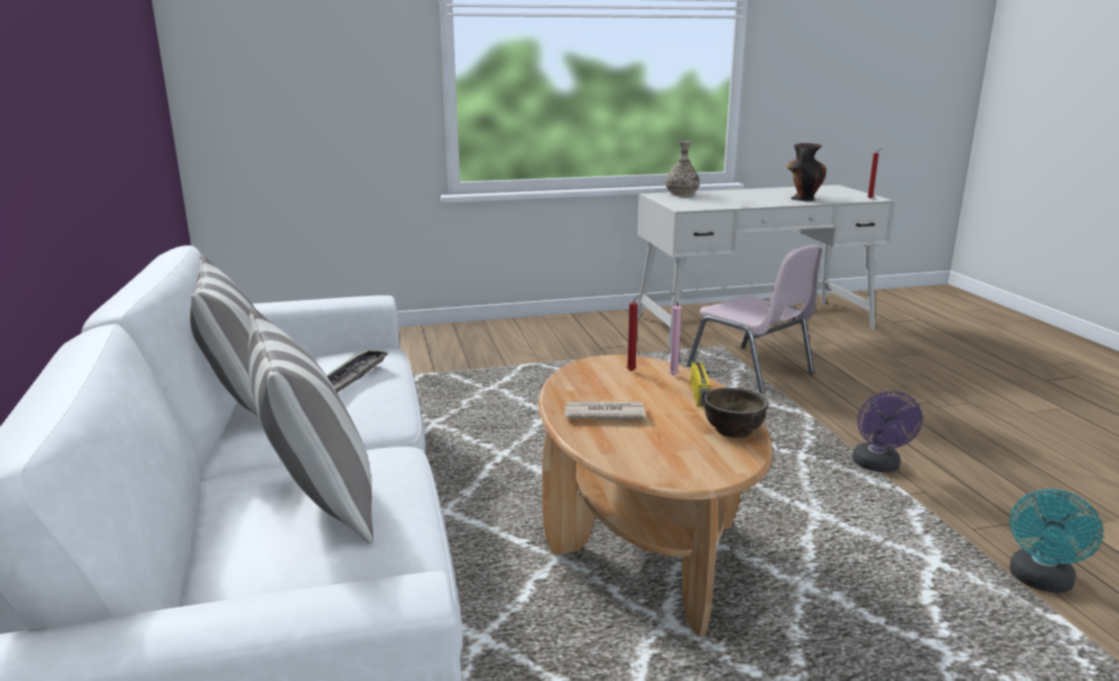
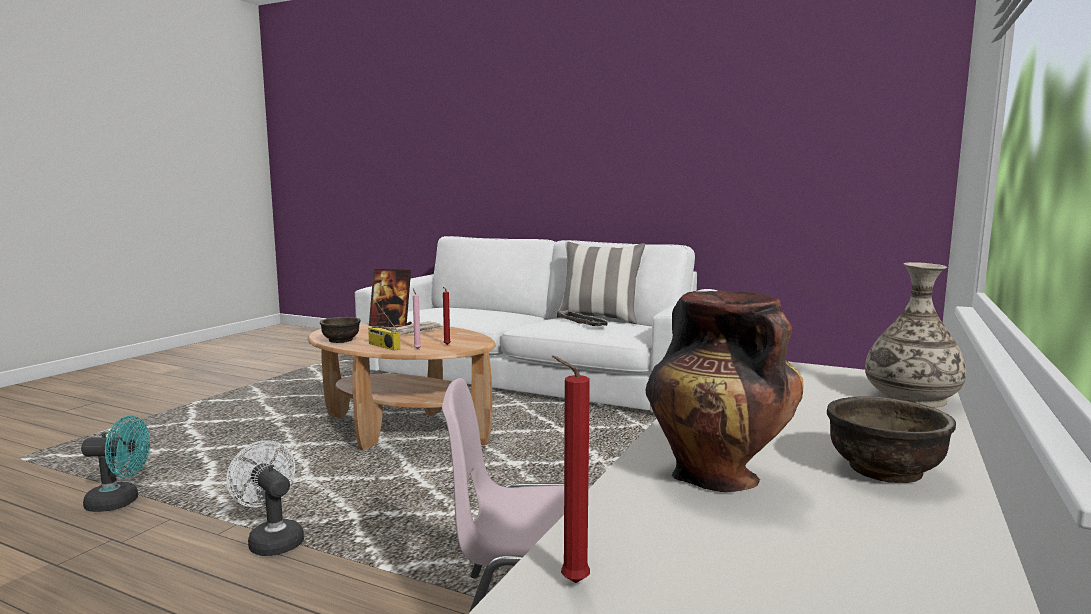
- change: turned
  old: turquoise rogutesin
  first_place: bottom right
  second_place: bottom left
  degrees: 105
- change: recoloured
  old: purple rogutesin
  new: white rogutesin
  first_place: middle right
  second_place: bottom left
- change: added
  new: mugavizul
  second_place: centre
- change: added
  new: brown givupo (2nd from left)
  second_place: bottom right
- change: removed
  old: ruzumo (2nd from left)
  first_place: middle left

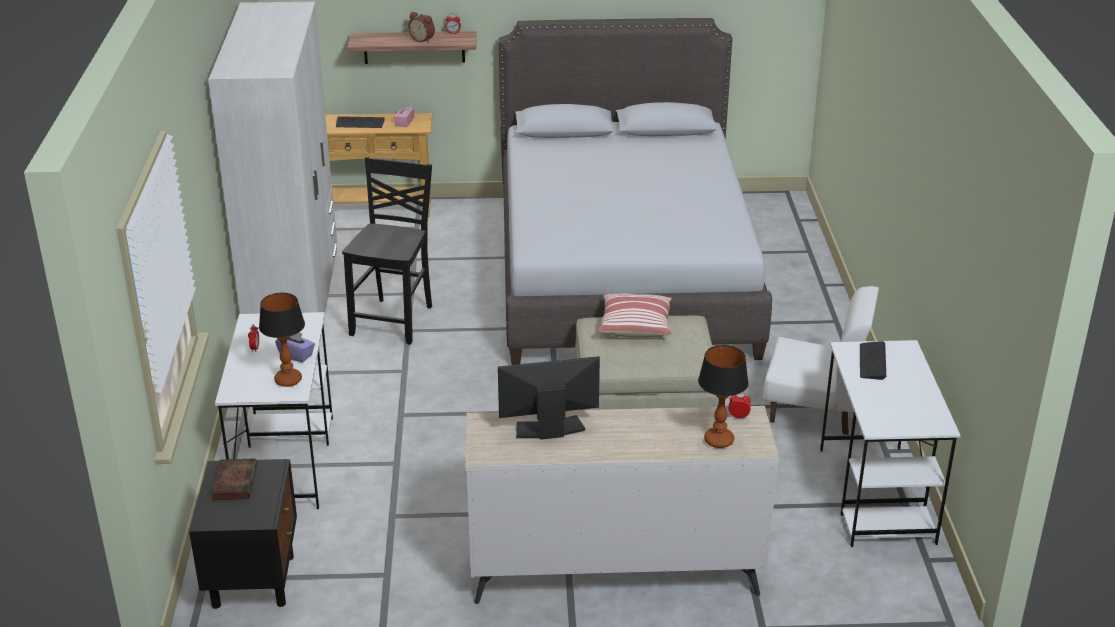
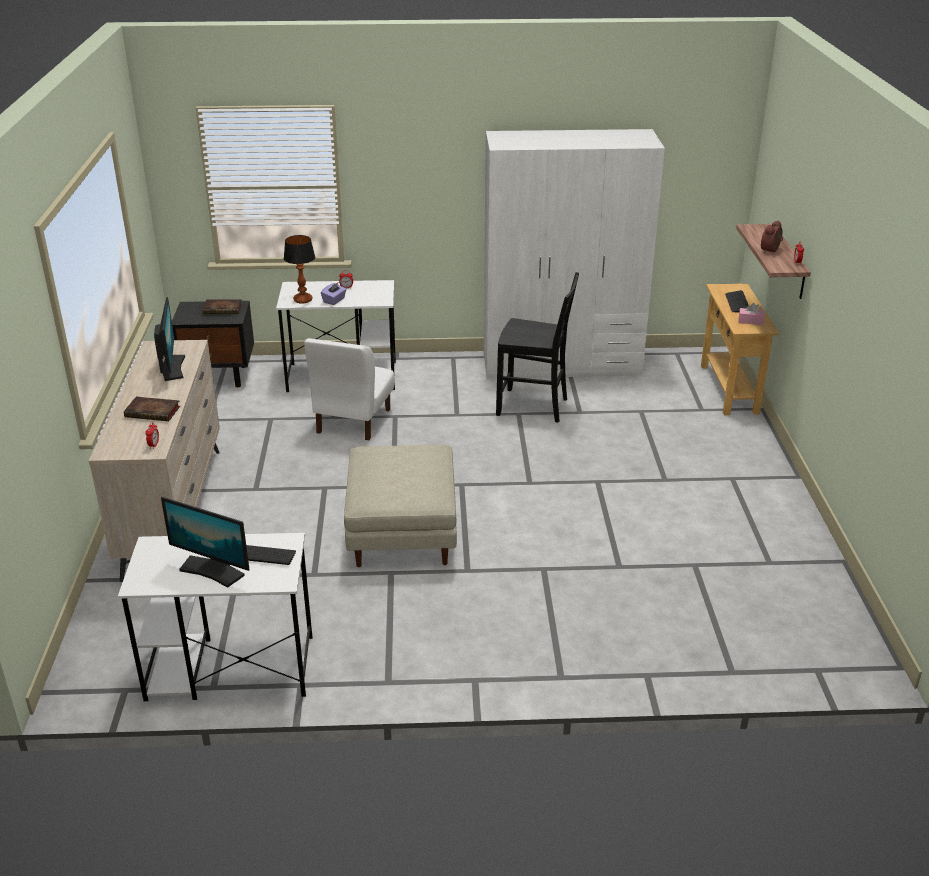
- change: added
  new: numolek (1st from left)
  second_place: middle left
- change: added
  new: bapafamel (2nd from left)
  second_place: middle left
- change: moved
  old: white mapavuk
  first_place: middle right
  second_place: centre
- change: removed
  old: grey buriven
  first_place: top centre
- change: removed
  old: ruzumo
  first_place: centre
- change: removed
  old: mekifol (2nd from left)
  first_place: centre

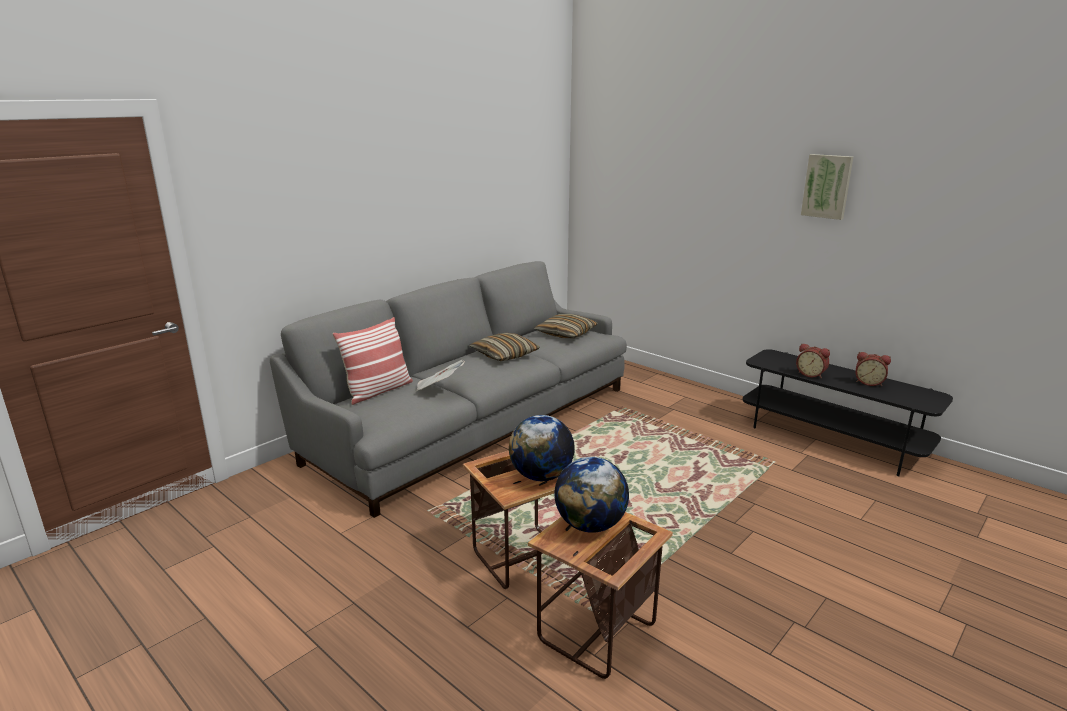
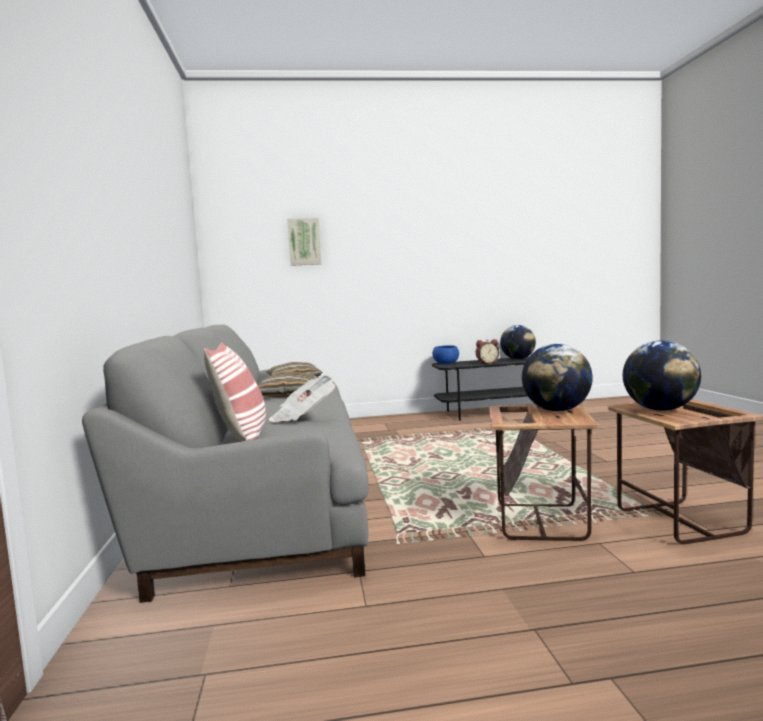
- change: moved
  old: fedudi
  first_place: top right
  second_place: centre
- change: added
  new: blue givupo
  second_place: centre
- change: replaced
  old: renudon (2nd from left)
  new: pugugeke (1st from left)
  first_place: middle right
  second_place: middle right

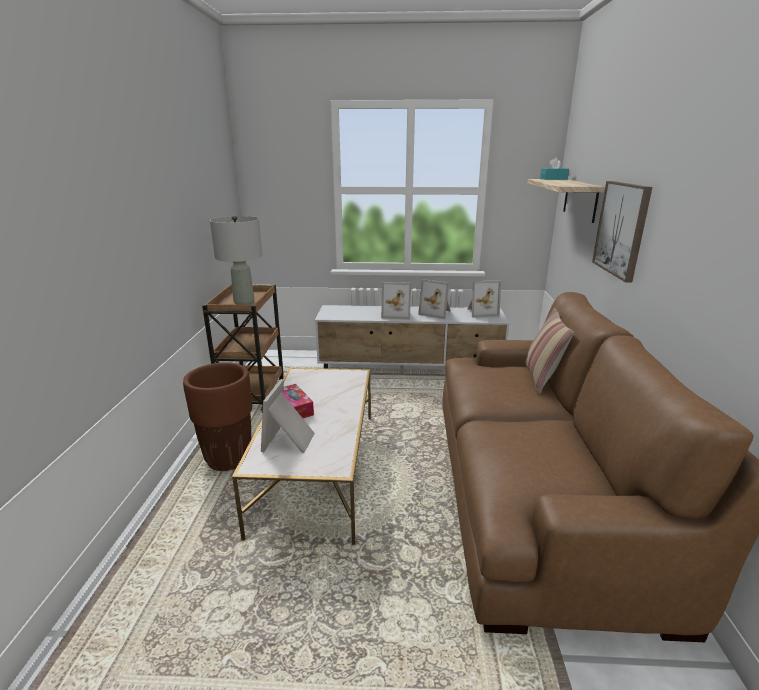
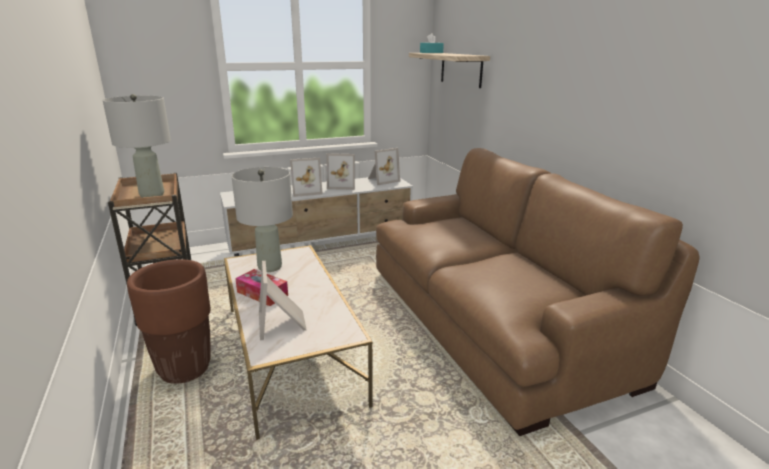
- change: added
  new: grey mekifol (2nd from left)
  second_place: centre
- change: removed
  old: ruzumo
  first_place: middle right
- change: removed
  old: fedudi
  first_place: middle right

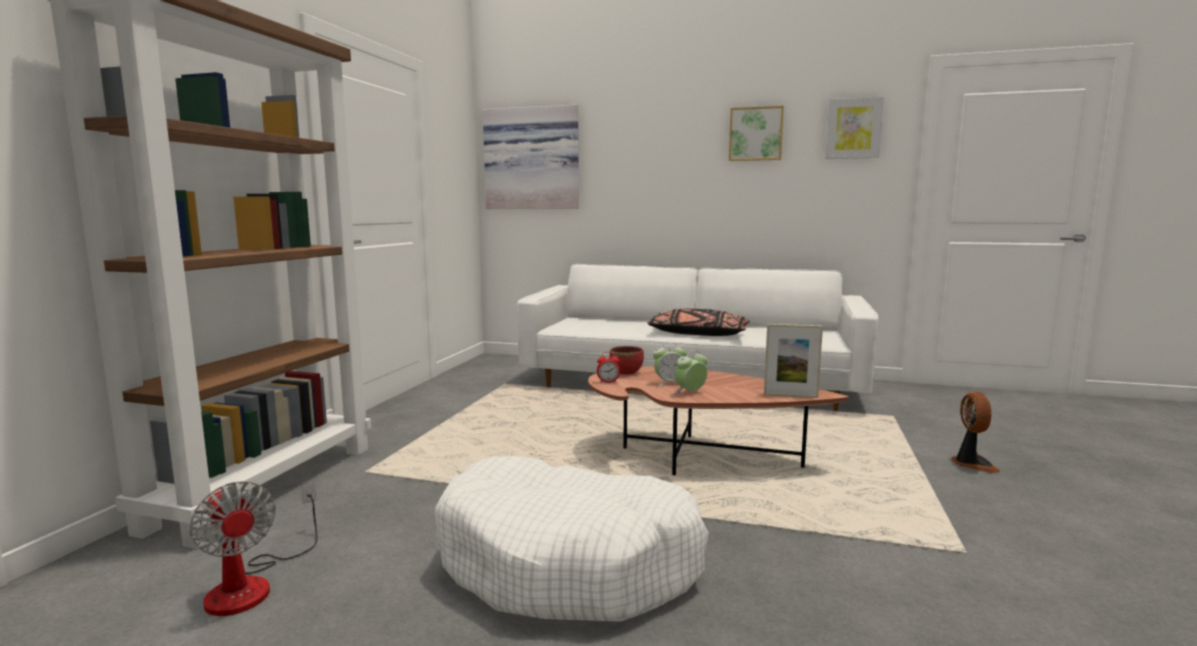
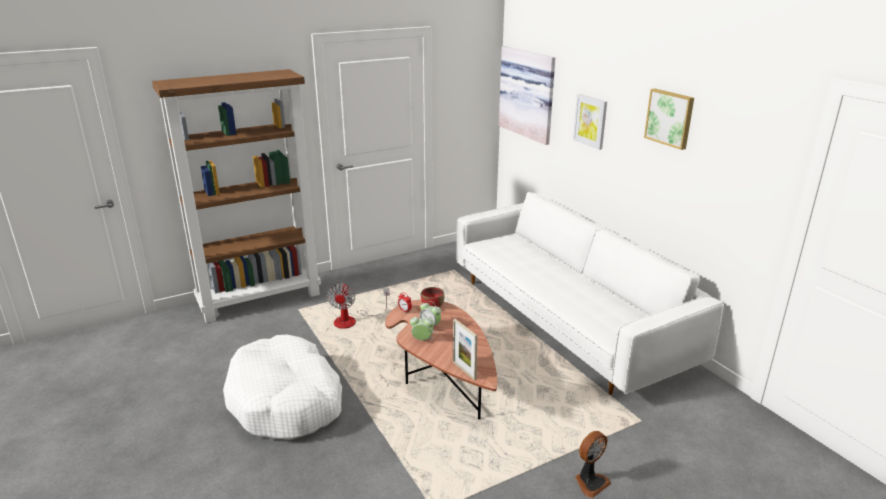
- change: moved
  old: rogutesin (1st from left)
  first_place: bottom left
  second_place: centre
- change: moved
  old: fedudi (3rd from left in the first image)
  new: fedudi (2nd from left)
  first_place: top right
  second_place: top centre
- change: removed
  old: black ruzumo
  first_place: centre

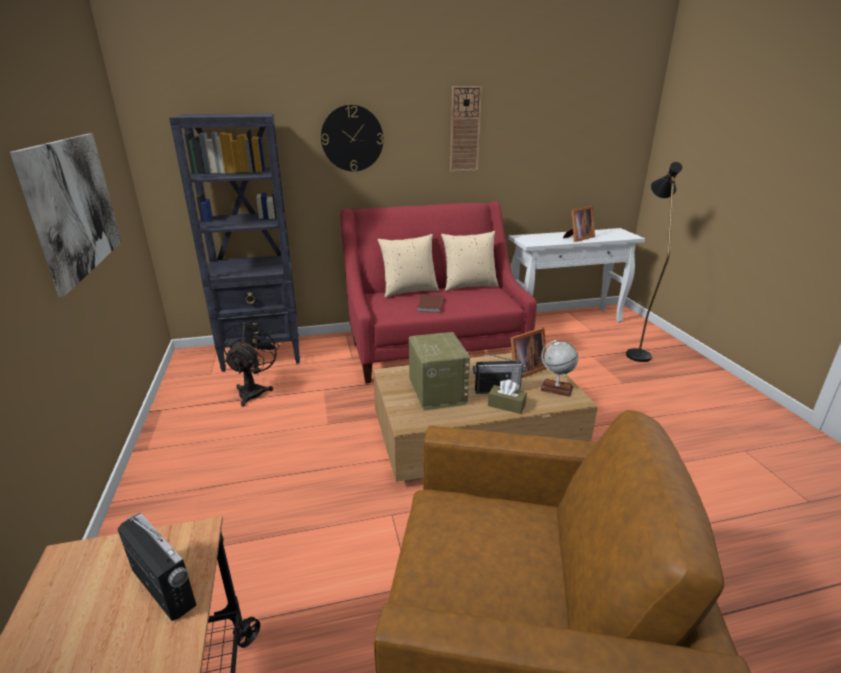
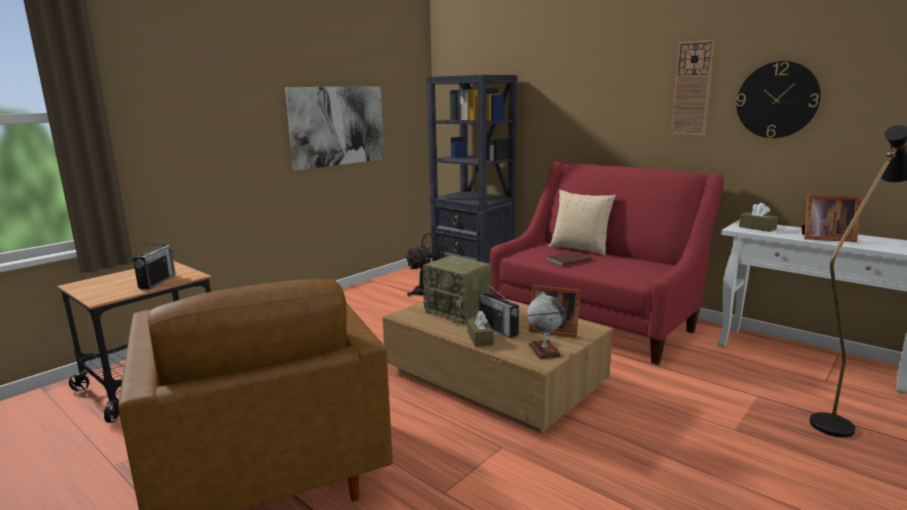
- change: turned
  old: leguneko (2nd from left)
  first_place: centre
  second_place: centre
  degrees: 90
- change: moved
  old: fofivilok (1st from left in the first image)
  new: fofivilok (2nd from left)
  first_place: top centre
  second_place: top right
- change: added
  new: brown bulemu (2nd from left)
  second_place: middle right
- change: removed
  old: beige ruzumo (2nd from left)
  first_place: centre

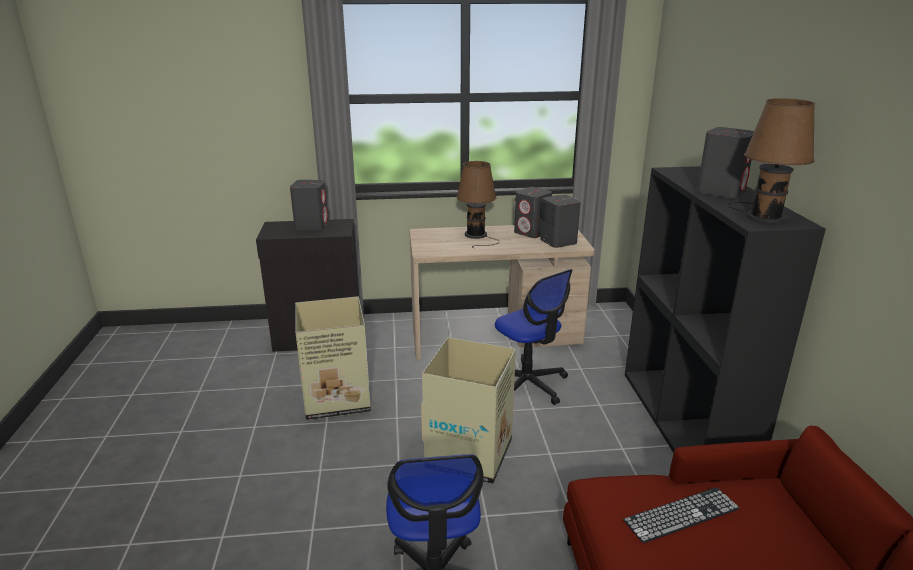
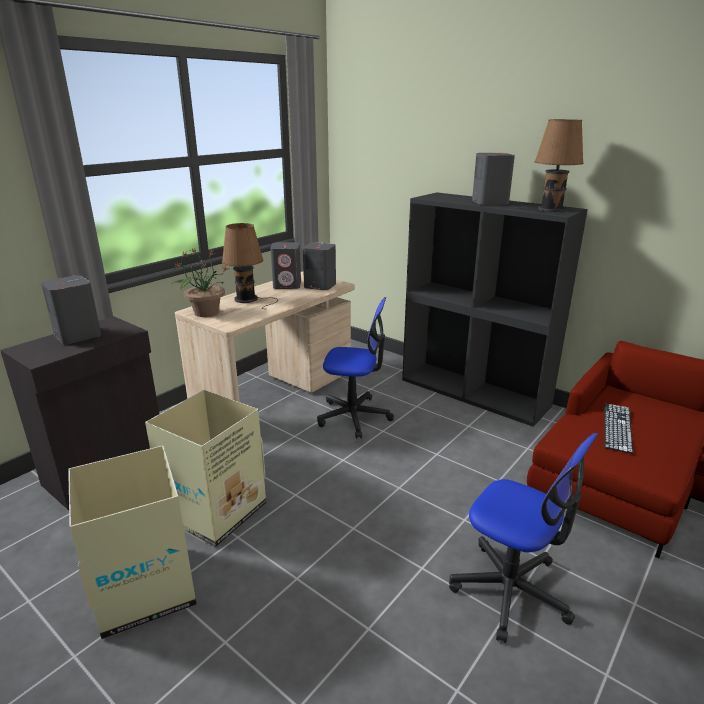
- change: moved
  old: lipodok (2nd from left in the first image)
  new: lipodok (1st from left)
  first_place: bottom centre
  second_place: bottom left
- change: added
  new: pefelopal
  second_place: middle left

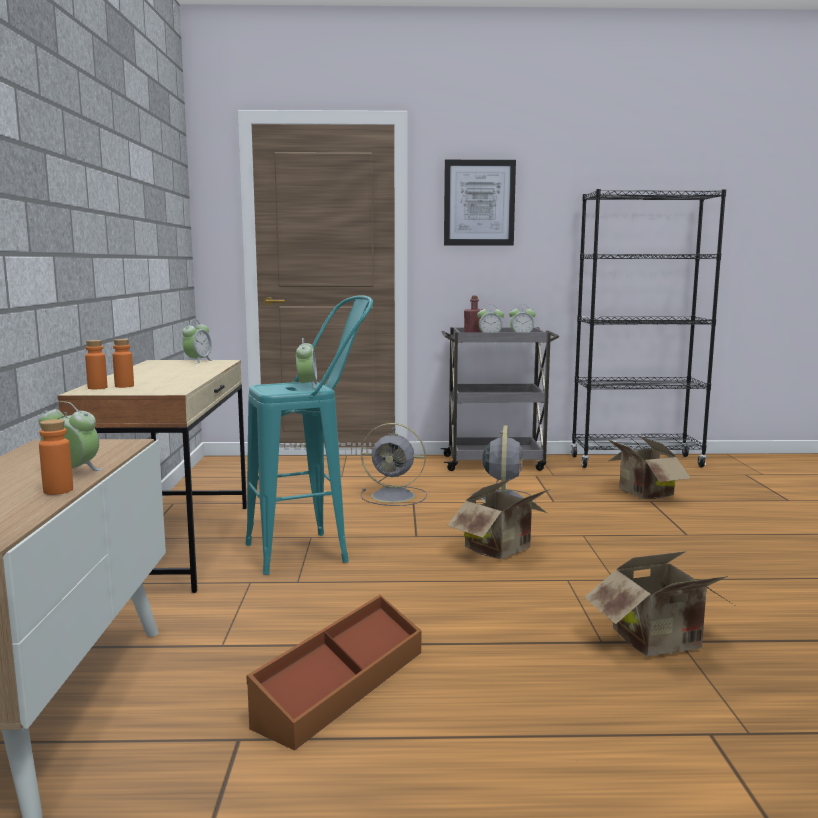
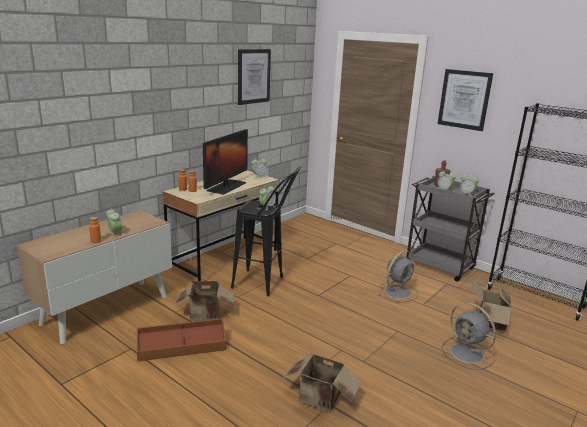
- change: moved
  old: lipodok (1st from left)
  first_place: centre
  second_place: bottom centre
- change: added
  new: bapafamel
  second_place: centre
- change: recoloured
  old: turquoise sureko
  new: black sureko
  first_place: centre
  second_place: centre
- change: added
  new: fedudi (1st from left)
  second_place: top centre
- change: moved
  old: grey rogutesin (1st from left in the first image)
  new: grey rogutesin (2nd from left)
  first_place: centre
  second_place: bottom right

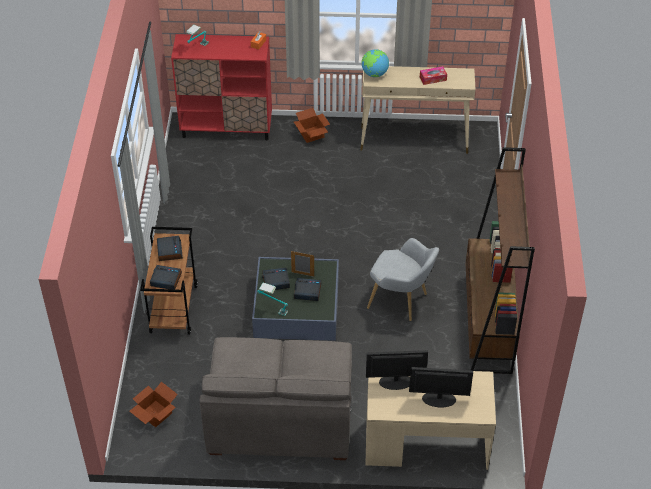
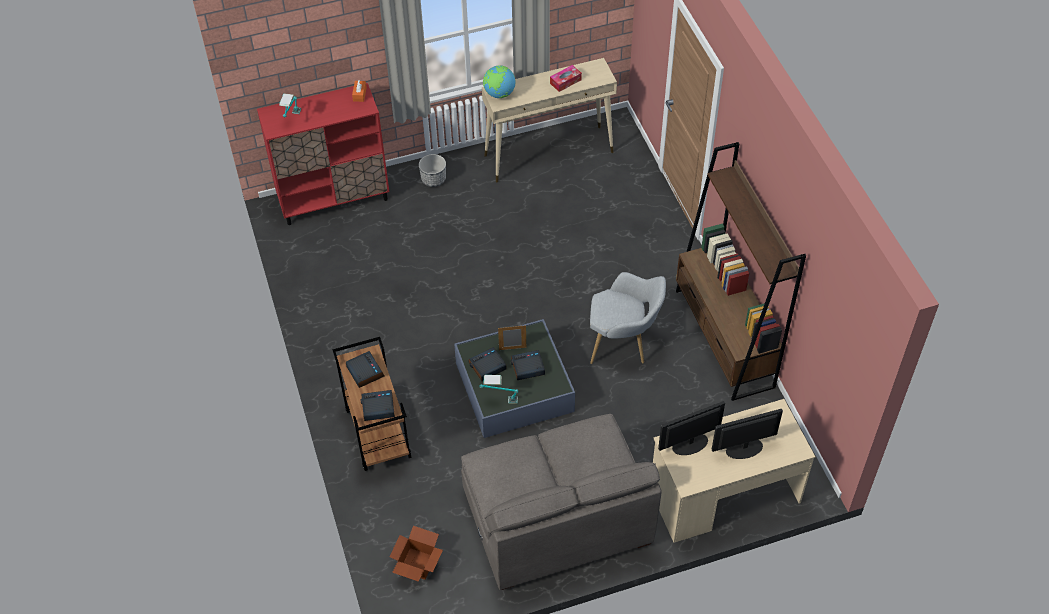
- change: replaced
  old: lipodok (2nd from left)
  new: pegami
  first_place: top centre
  second_place: top centre

